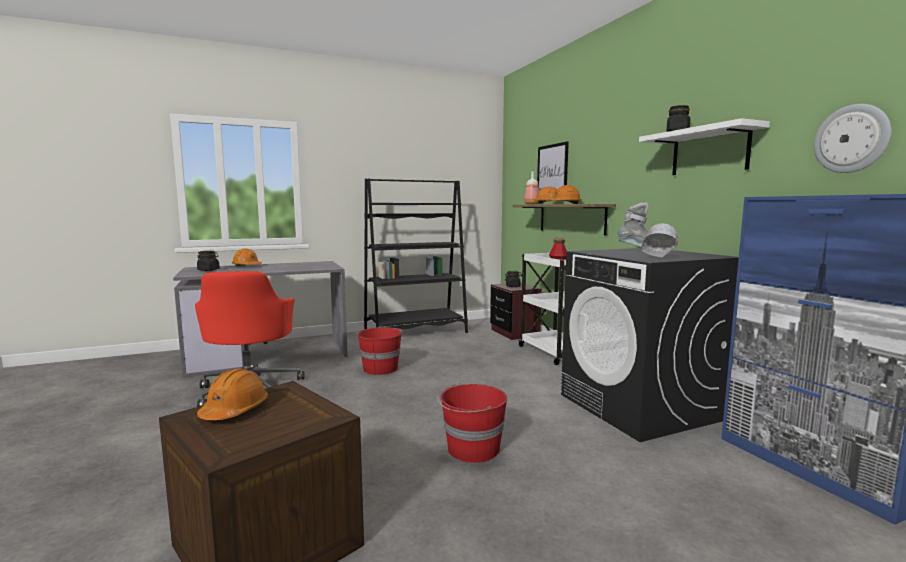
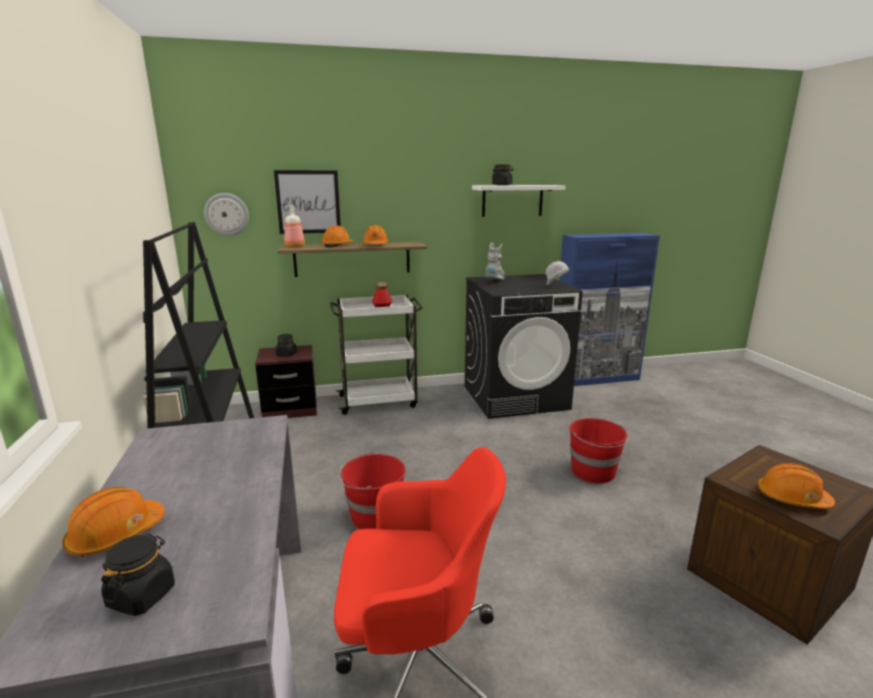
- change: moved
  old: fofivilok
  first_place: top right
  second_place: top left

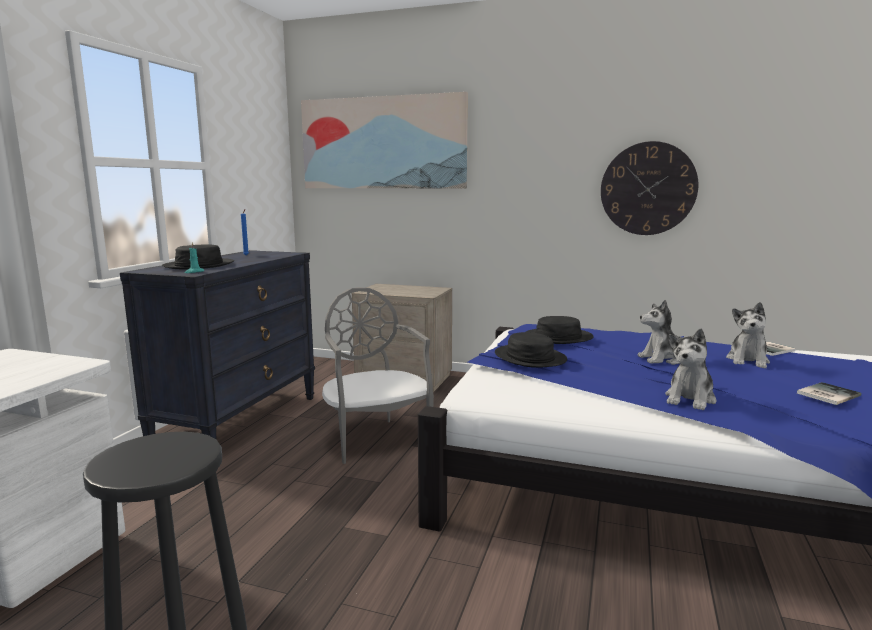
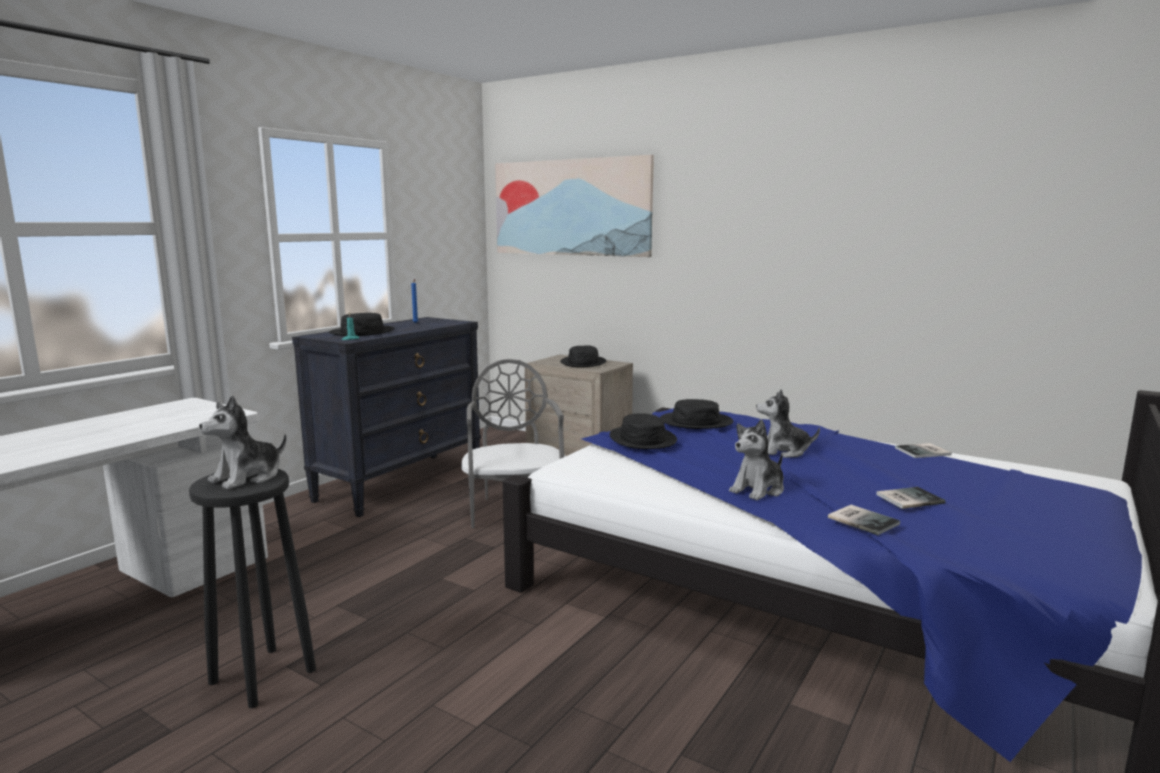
- change: moved
  old: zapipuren (3rd from left in the first image)
  new: zapipuren (1st from left)
  first_place: middle right
  second_place: middle left
- change: added
  new: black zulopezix (2nd from left)
  second_place: centre
- change: added
  new: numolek (1st from left)
  second_place: bottom right
- change: removed
  old: fofivilok
  first_place: top right

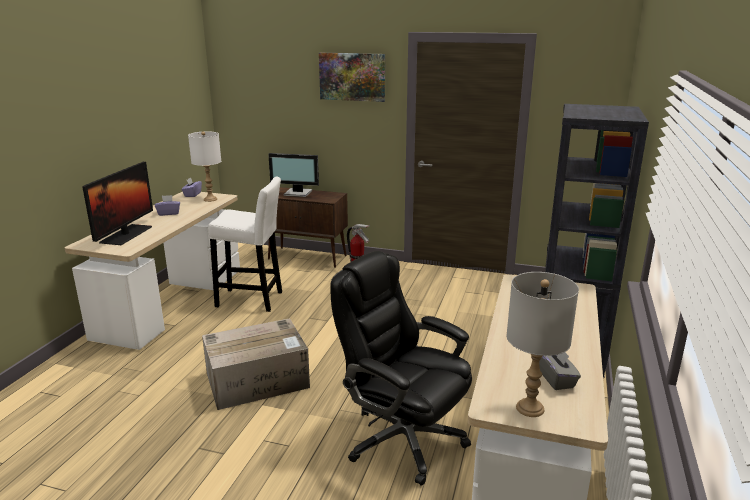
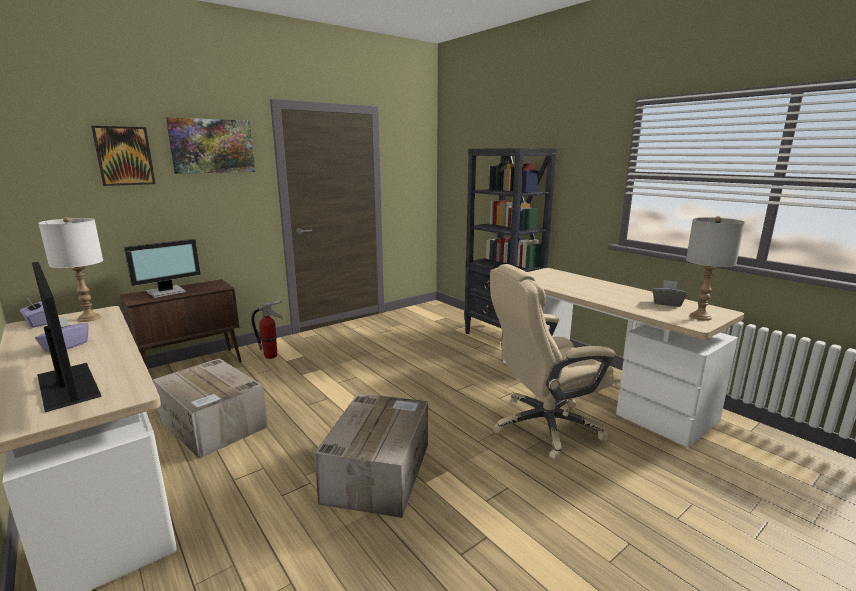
- change: added
  new: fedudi (1st from left)
  second_place: top left
- change: replaced
  old: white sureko
  new: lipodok (1st from left)
  first_place: middle left
  second_place: bottom left
- change: recoloured
  old: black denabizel
  new: beige denabizel
  first_place: bottom centre
  second_place: centre

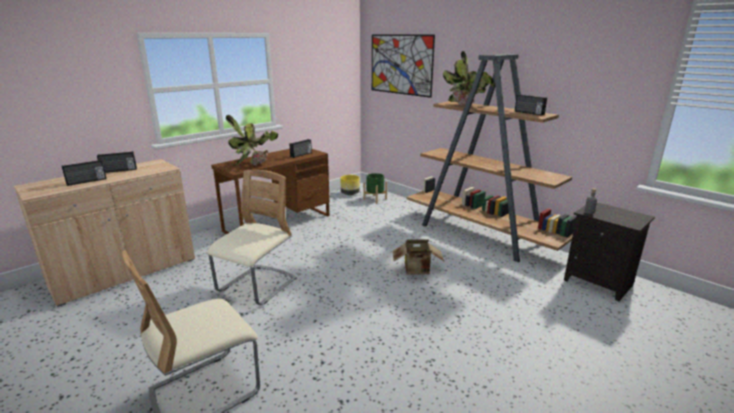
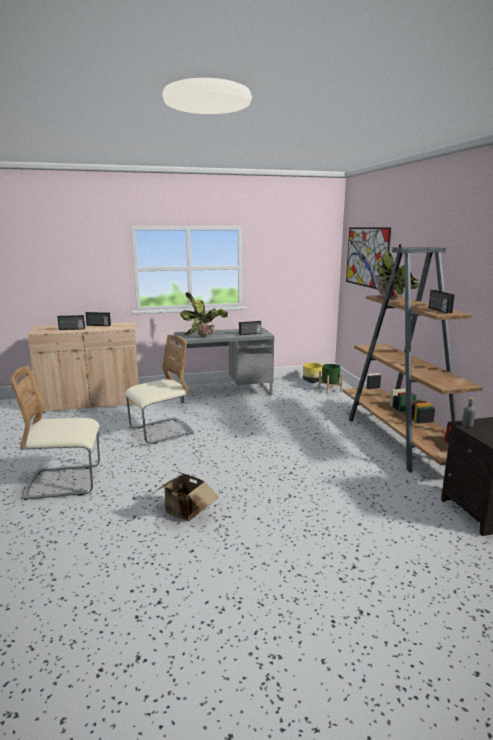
- change: moved
  old: lipodok
  first_place: centre
  second_place: bottom centre
- change: recoloured
  old: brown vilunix
  new: grey vilunix
  first_place: centre
  second_place: centre

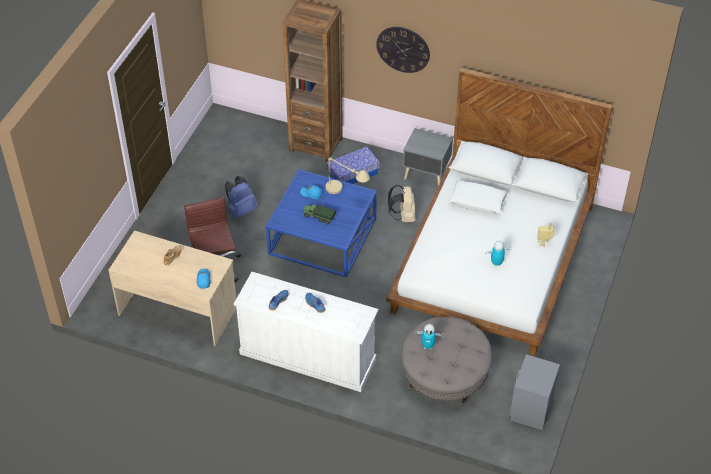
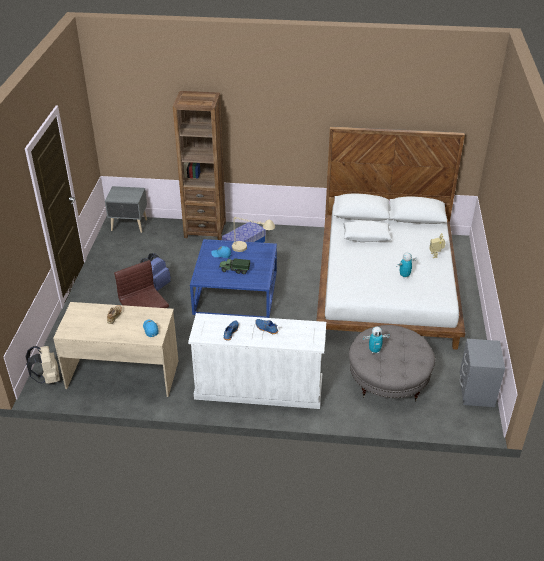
- change: moved
  old: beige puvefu
  first_place: centre
  second_place: middle left
- change: moved
  old: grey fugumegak (1st from left)
  first_place: top centre
  second_place: middle left
- change: removed
  old: fofivilok
  first_place: top centre

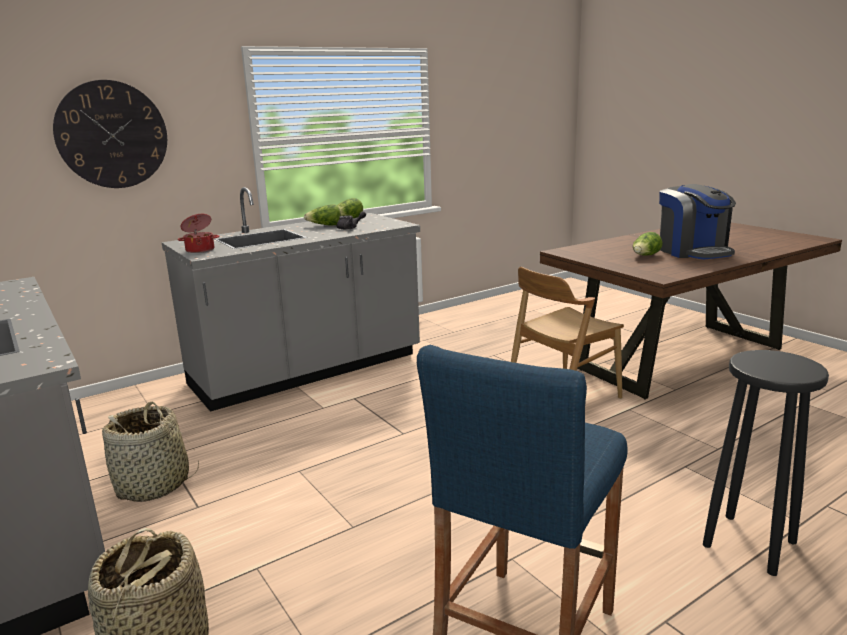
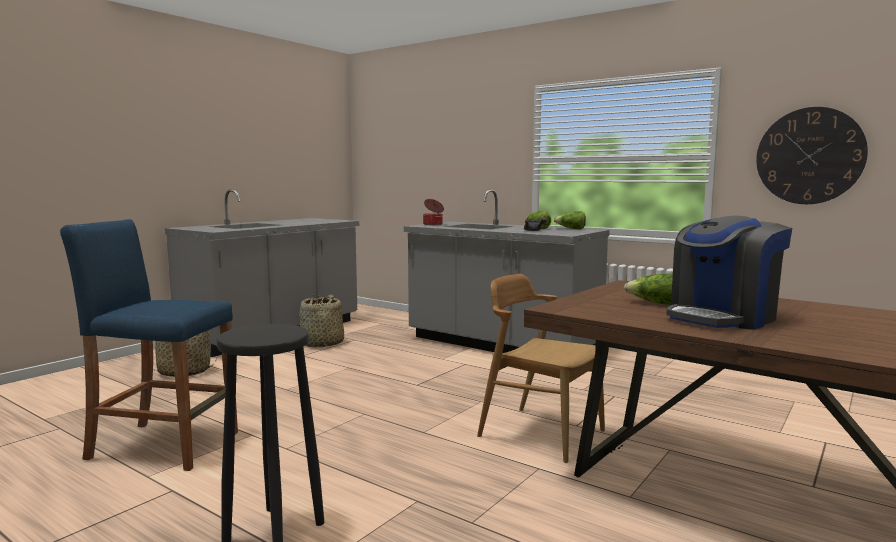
- change: moved
  old: fofivilok
  first_place: top left
  second_place: top right

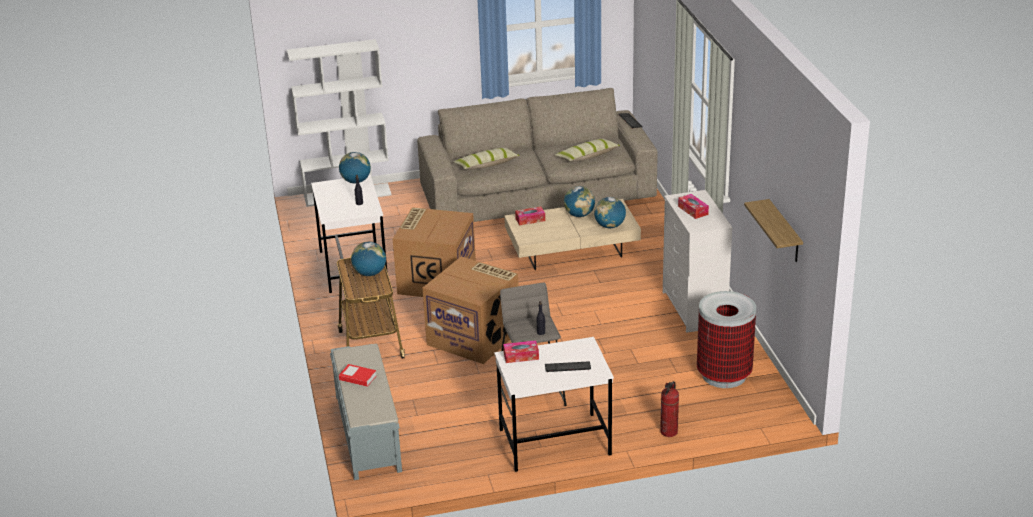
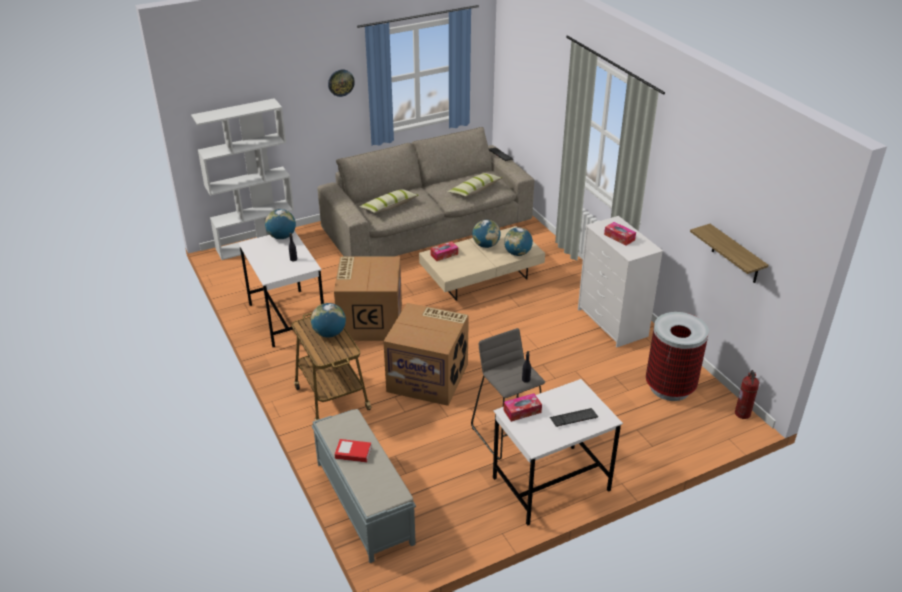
- change: added
  new: fofivilok
  second_place: top centre
- change: moved
  old: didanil
  first_place: bottom centre
  second_place: middle right

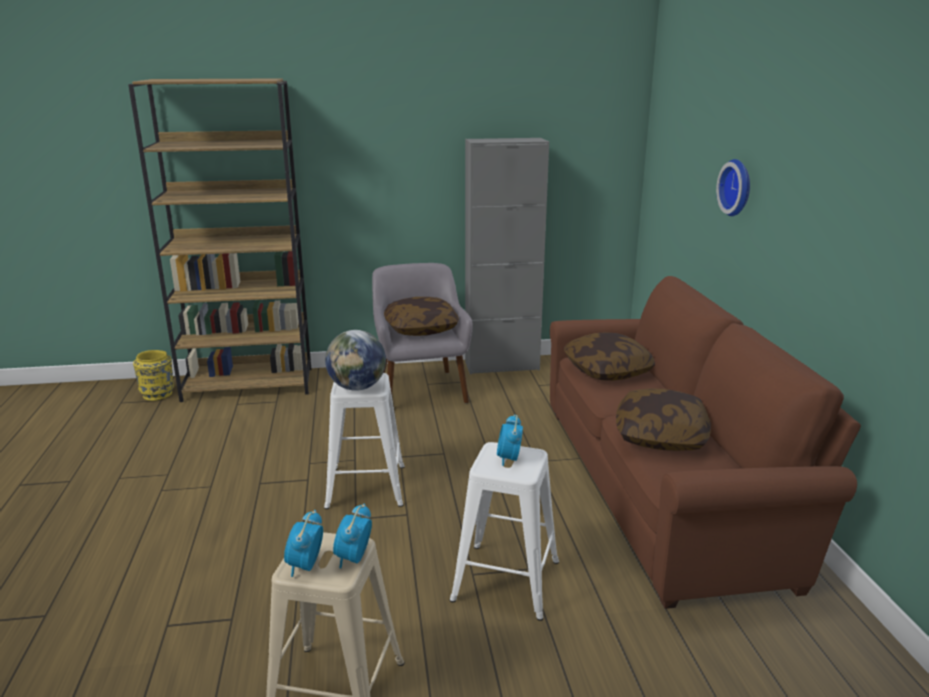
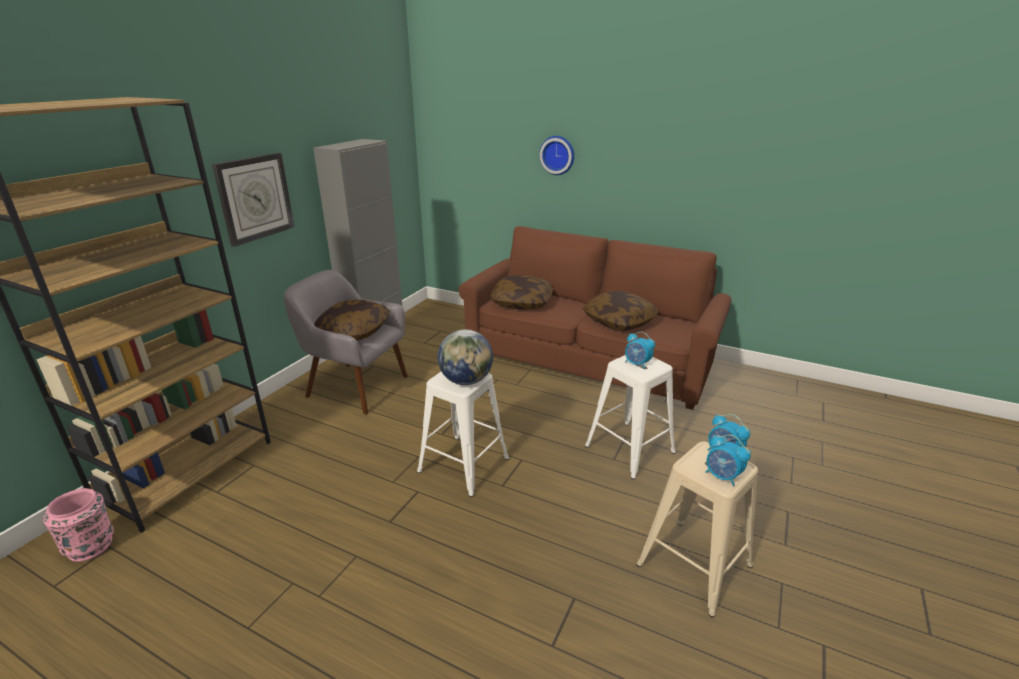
- change: recoloured
  old: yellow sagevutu
  new: pink sagevutu
  first_place: middle left
  second_place: bottom left
- change: added
  new: fofivilok (1st from left)
  second_place: top left

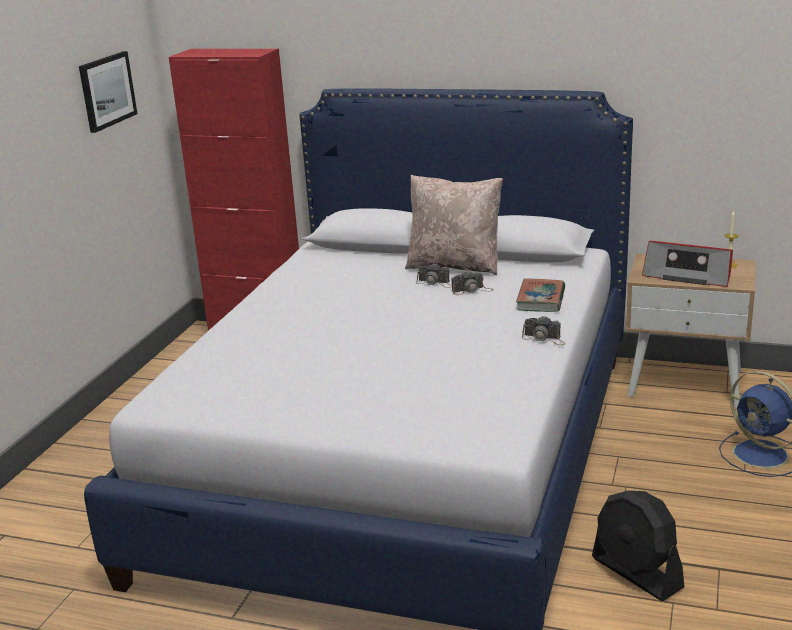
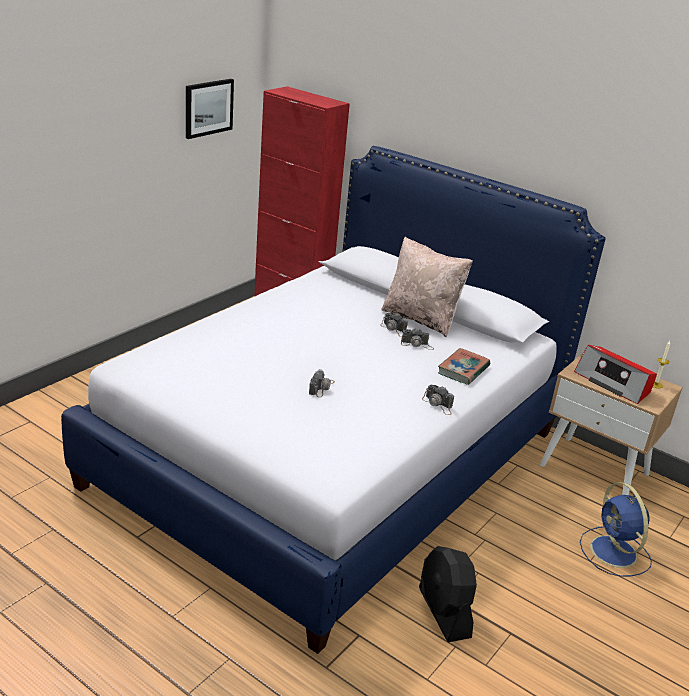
- change: added
  new: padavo (1st from left)
  second_place: centre

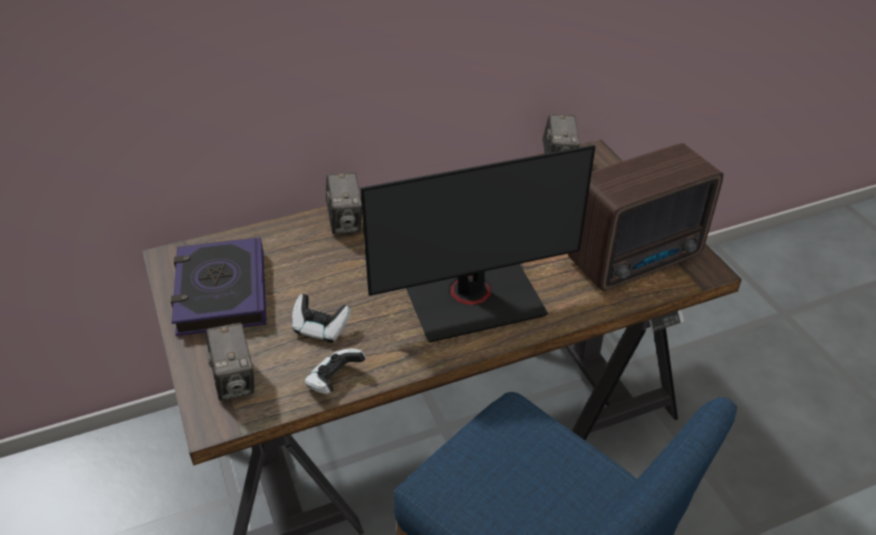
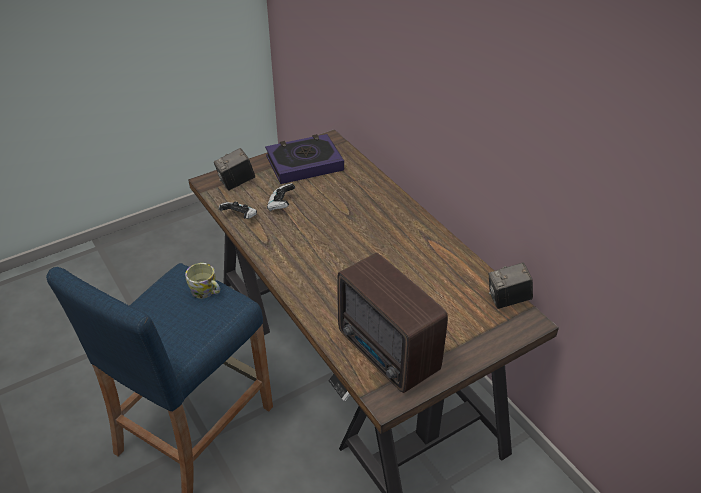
- change: added
  new: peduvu
  second_place: middle left
- change: removed
  old: padavo (2nd from left)
  first_place: centre
- change: removed
  old: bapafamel
  first_place: centre

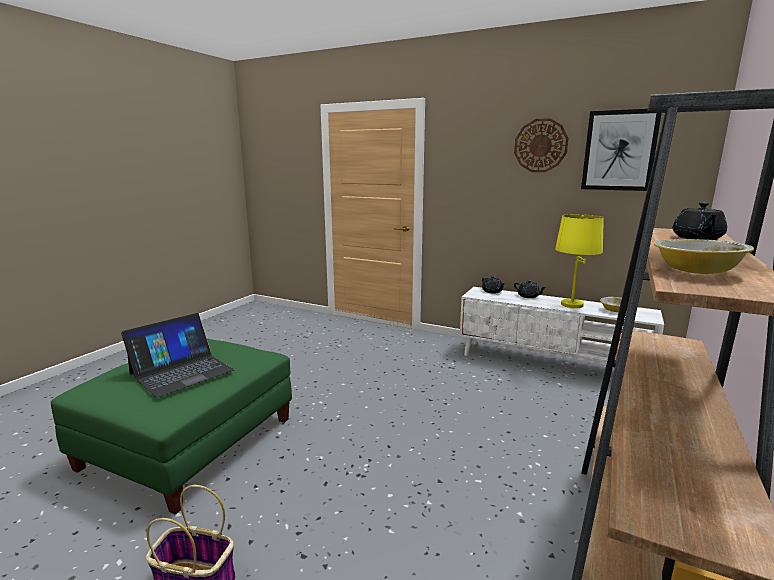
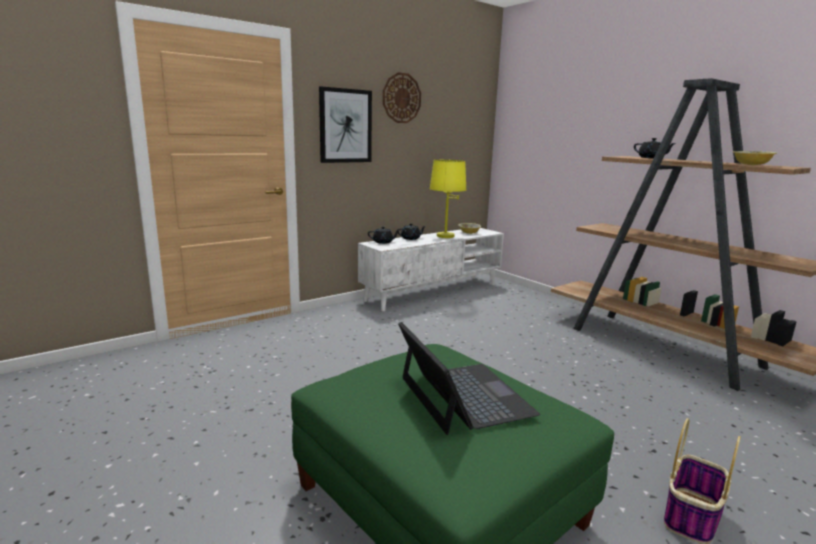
- change: moved
  old: fedudi
  first_place: top right
  second_place: top centre

